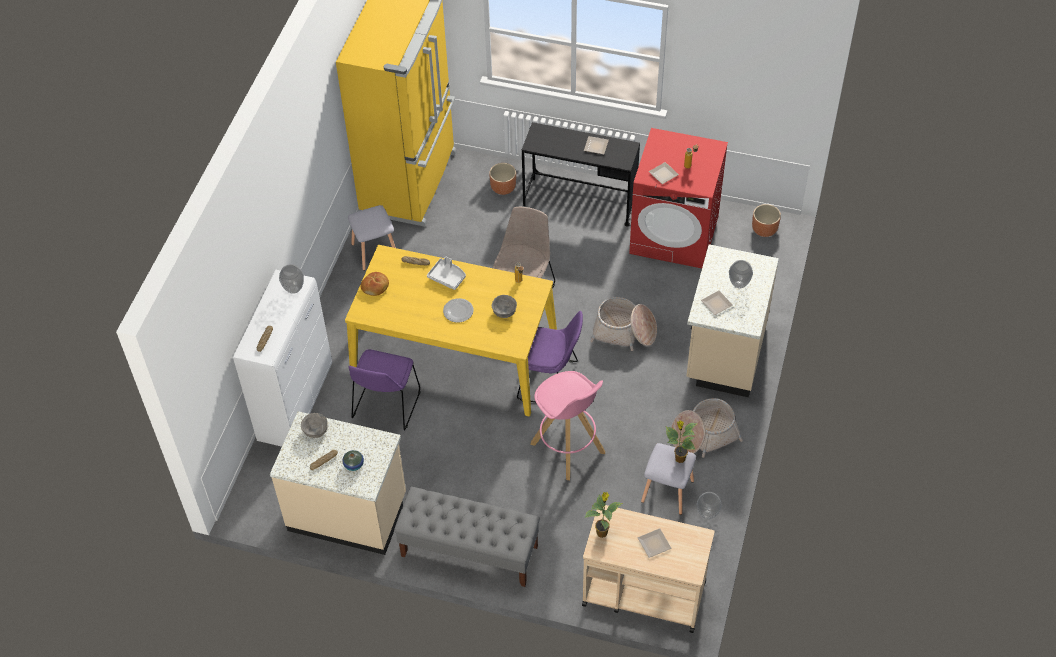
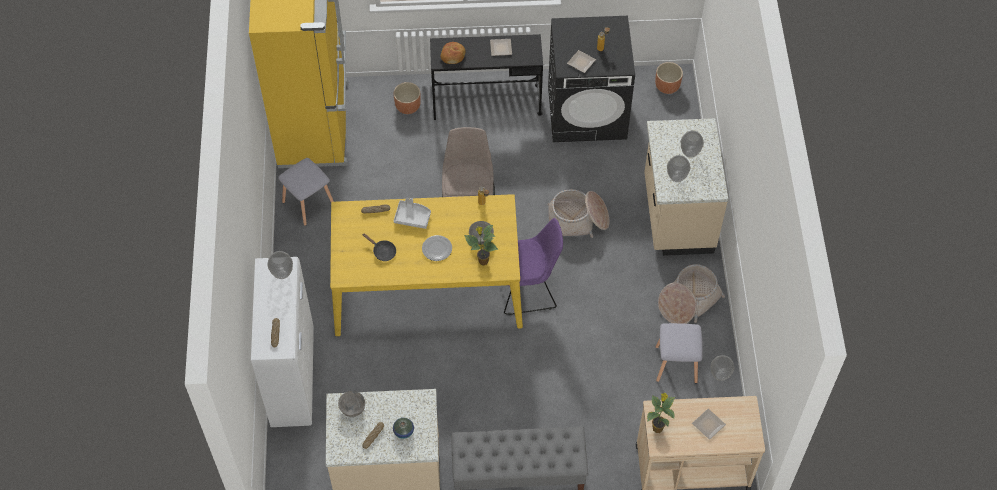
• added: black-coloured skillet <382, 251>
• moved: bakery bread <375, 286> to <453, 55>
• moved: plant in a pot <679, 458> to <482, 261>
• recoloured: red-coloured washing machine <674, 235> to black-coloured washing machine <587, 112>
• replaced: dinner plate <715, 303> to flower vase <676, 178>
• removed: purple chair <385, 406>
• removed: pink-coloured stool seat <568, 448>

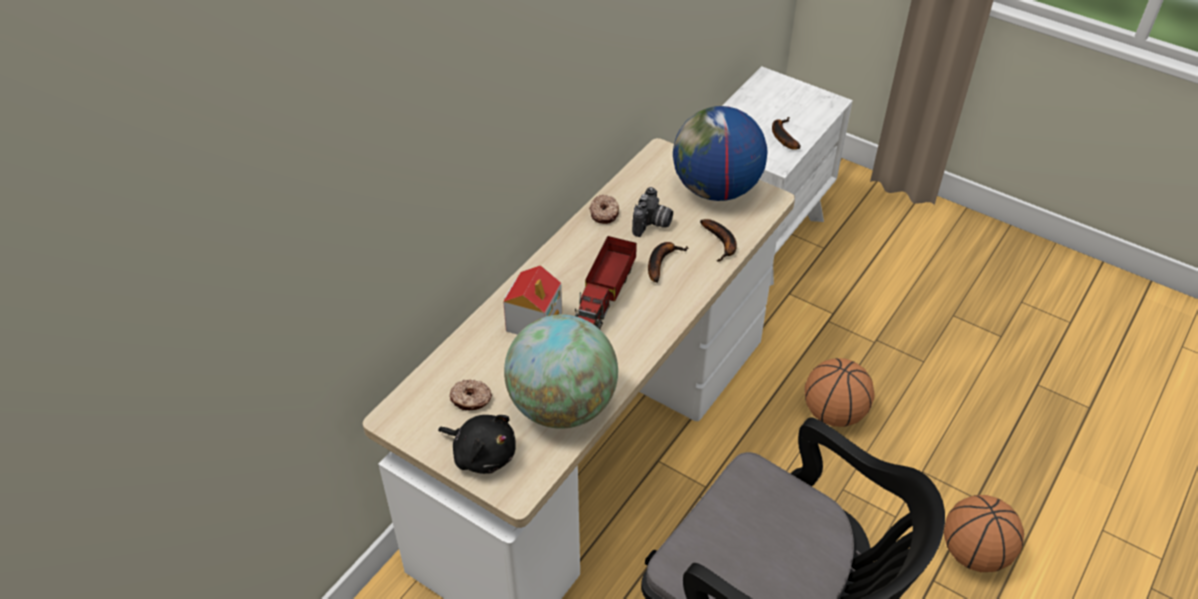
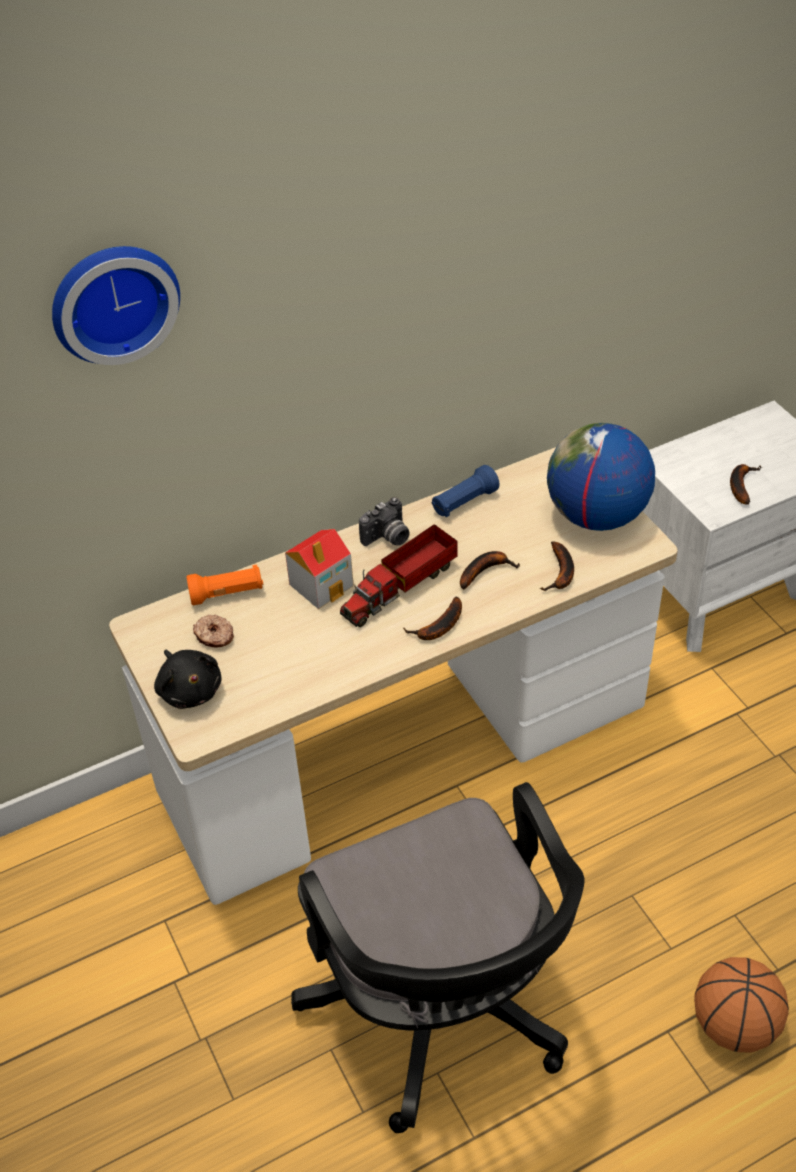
• added: clock on the wall <113, 300>
• added: orange-coloured flashlight <227, 594>
• moved: still camera <652, 224> to <387, 538>
• added: whole banana <438, 627>
• replaced: doughnut <604, 213> to blue flashlight <464, 502>
• removed: desk globe <562, 406>
• removed: ball for basketball <833, 413>

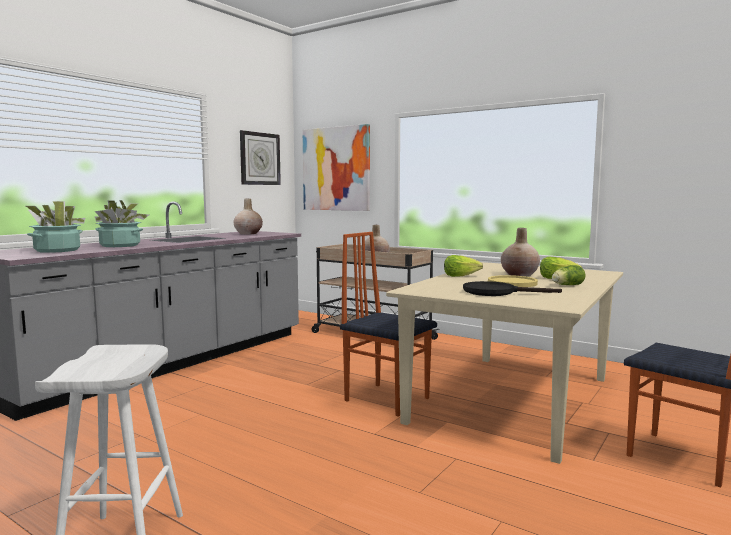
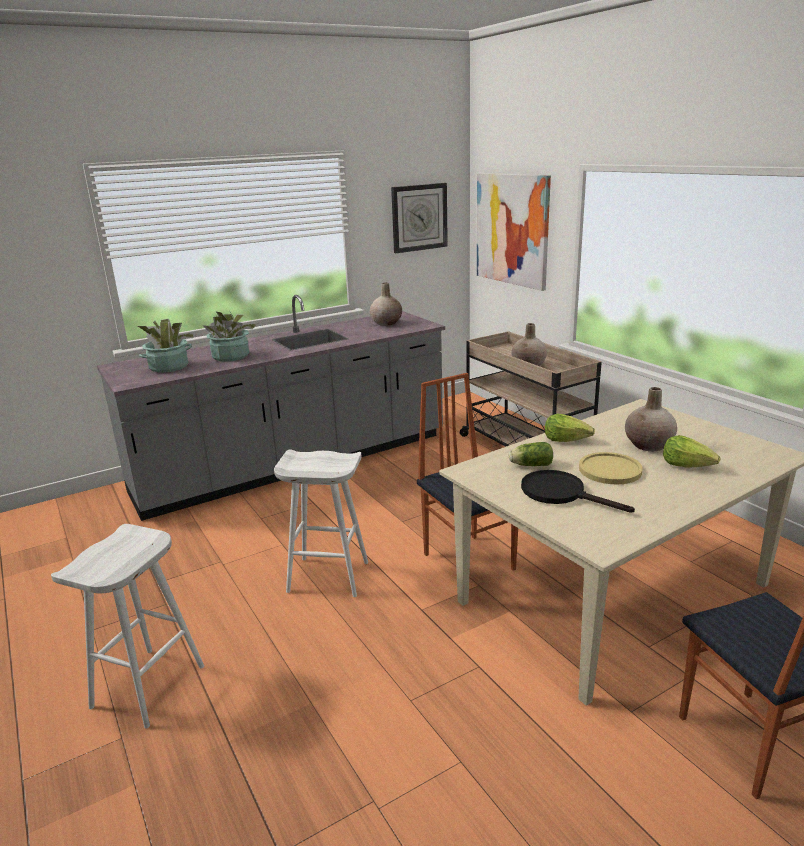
• added: white stool seat <327, 577>
• moved: lettuce <566, 285> to <530, 465>

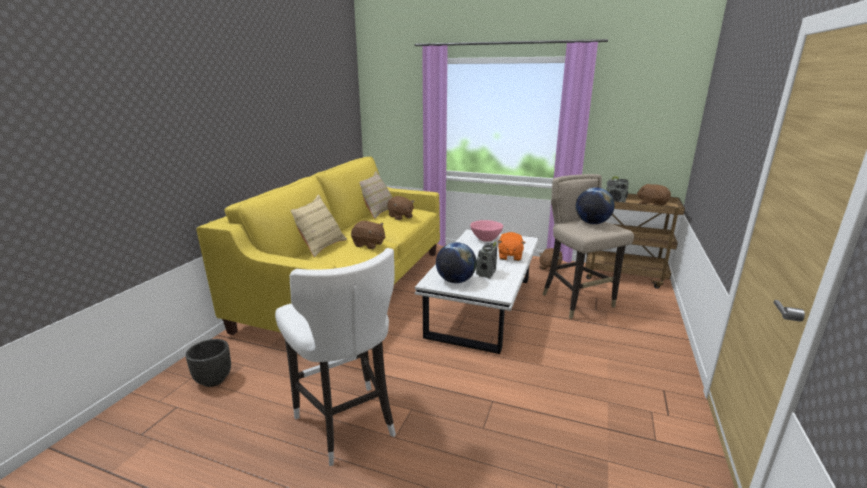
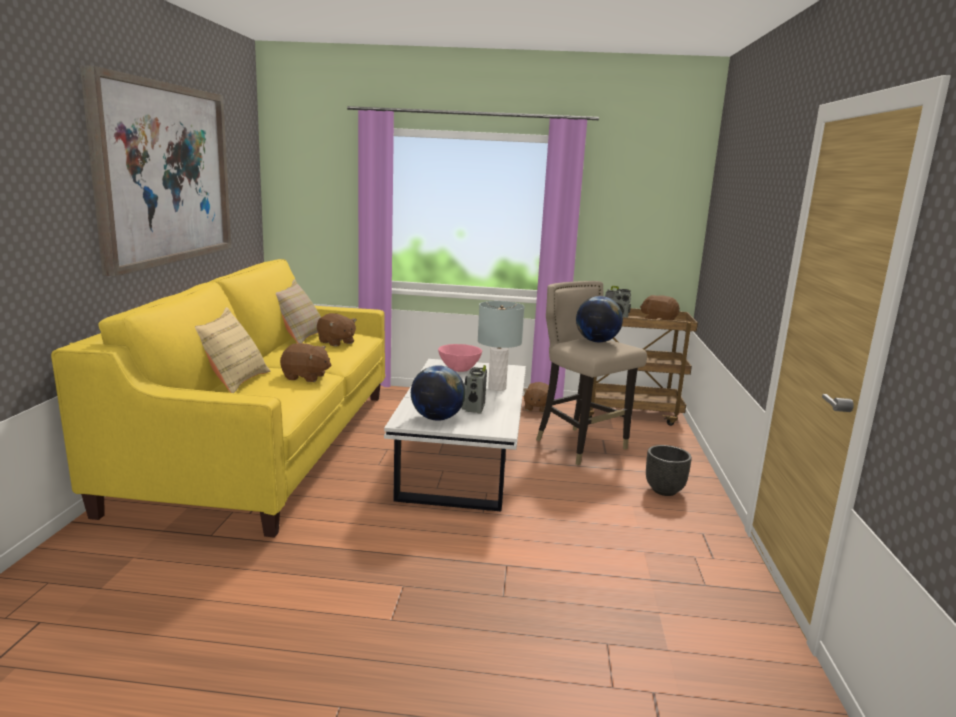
• added: wall art <164, 174>
• replaced: orange-coloured soft toy <509, 256> to grey tabletop lamp <497, 388>
• moved: black-coloured flower pot <214, 380> to <665, 491>
• removed: white stool seat <346, 423>

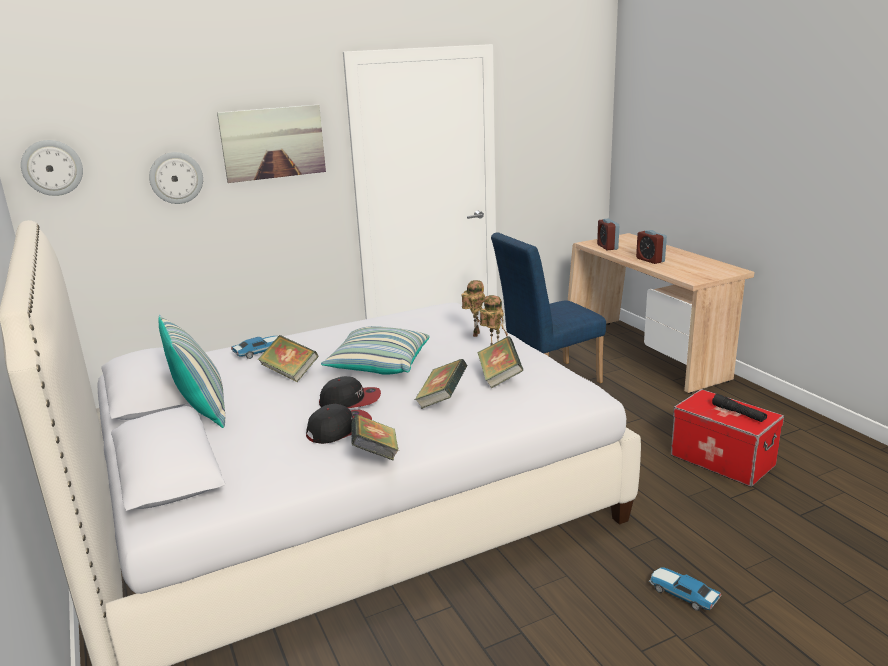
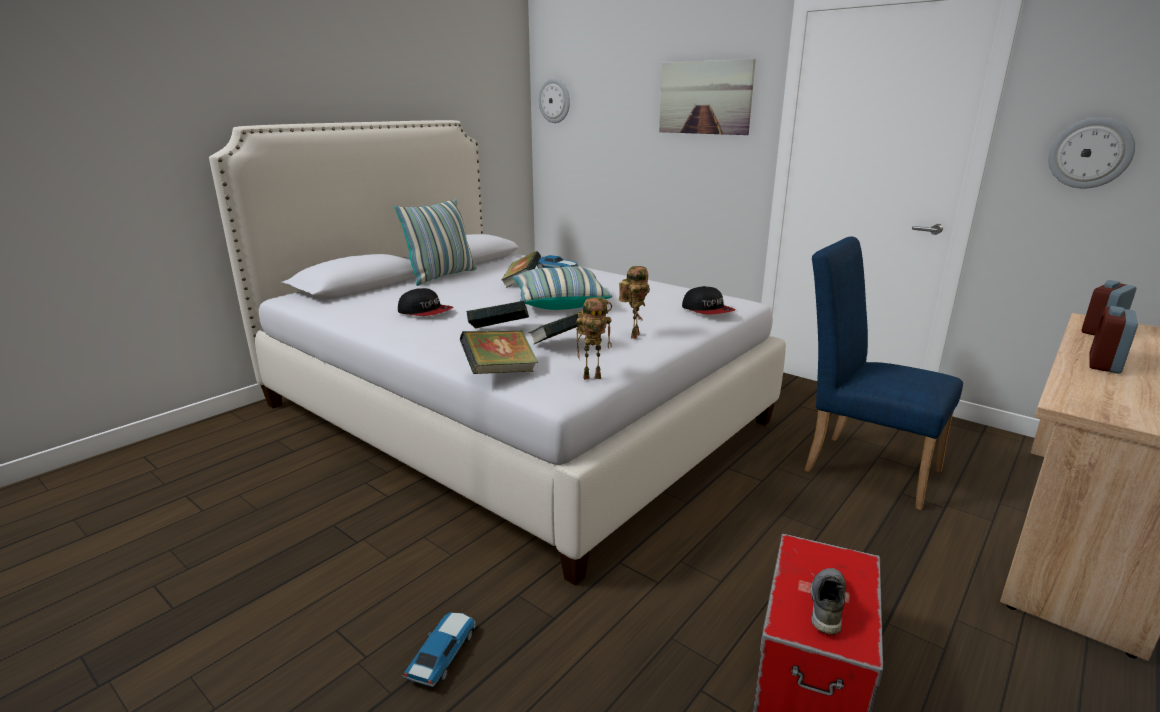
• moved: volume <375, 455> to <500, 372>
• moved: robot figure <475, 334> to <593, 377>
• moved: peaked cap <350, 400> to <707, 310>
• replaced: black-coloured flashlight <738, 413> to grey item of footwear <825, 605>
• moved: clock on the wall <176, 178> to <1090, 153>

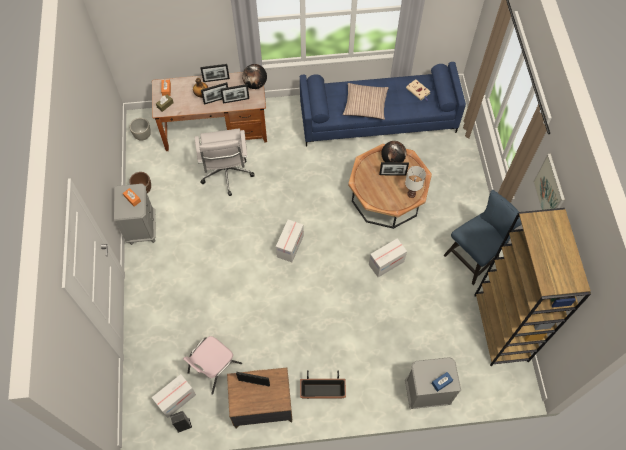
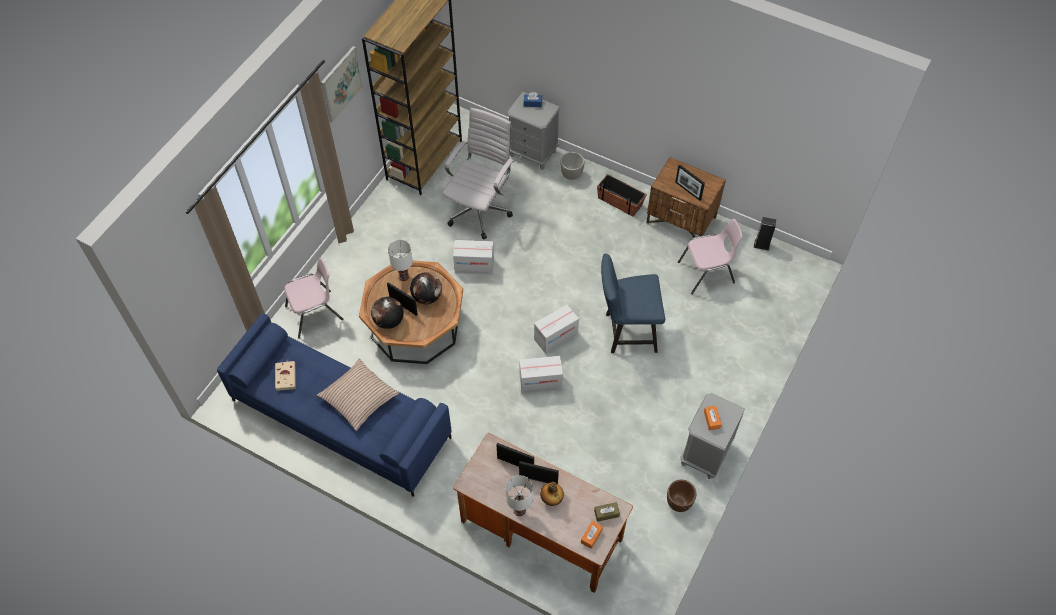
• added: pink-coloured chair <315, 313>
• moved: desk globe <255, 84> to <427, 297>
• moved: white desk chair <227, 175> to <480, 210>
• replaced: picture frame <216, 80> to white tabletop lamp <519, 510>
• moved: packing box <176, 399> to <540, 382>
• moved: grey flower pot <143, 136> to <571, 174>
• moved: blue chair <474, 257> to <626, 332>

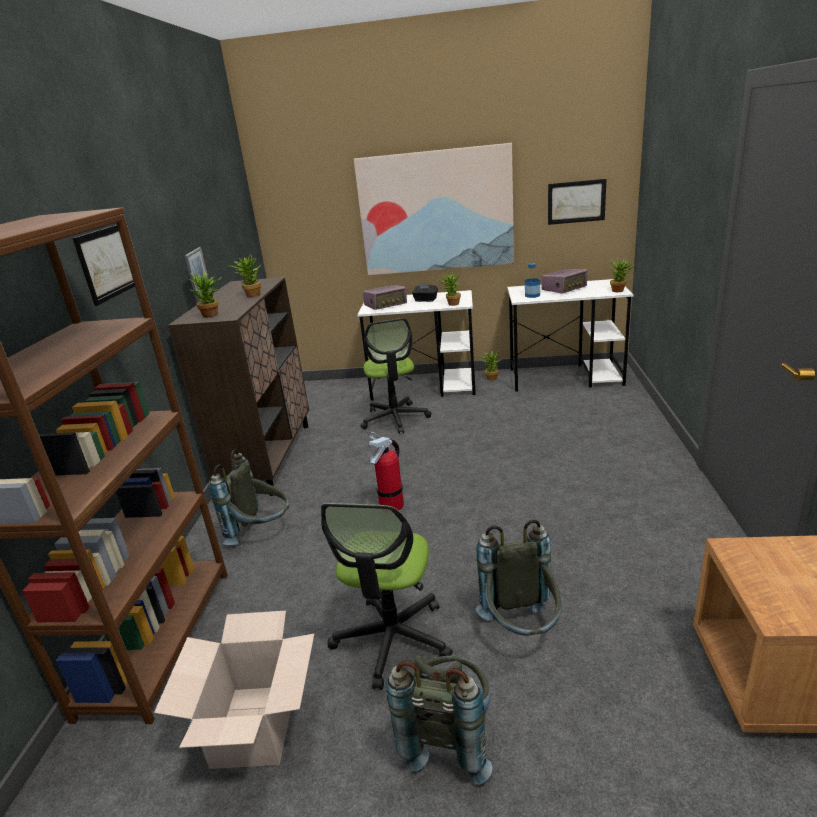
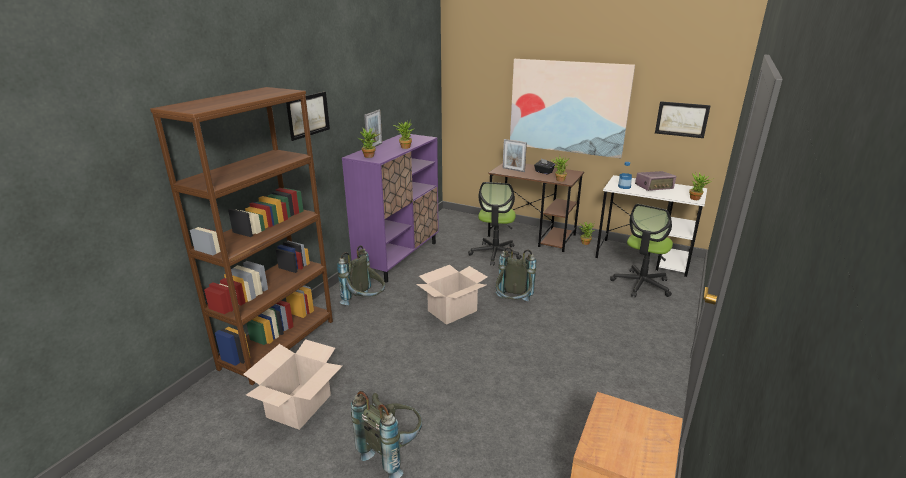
• recoloured: brownish cupboard <269, 458> to purple cupboard <398, 257>
• replaced: extinguisher <391, 505> to packing box <452, 311>
• recoloured: white desk unit <425, 386> to brownish desk unit <532, 236>
• moved: grey rucksack <522, 630> to <513, 305>
• replaced: radio set <386, 305> to picture frame <513, 170>
• moved: desk chair <392, 639> to <641, 285>

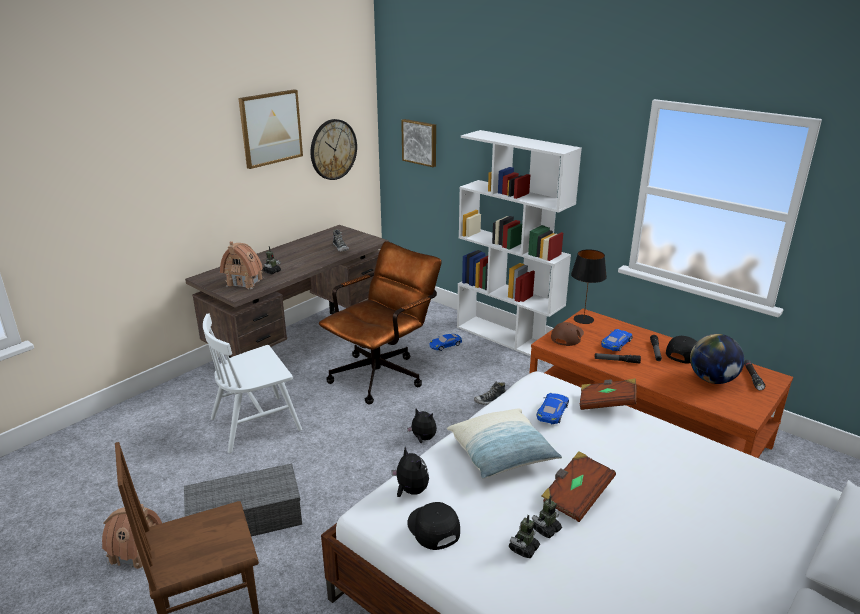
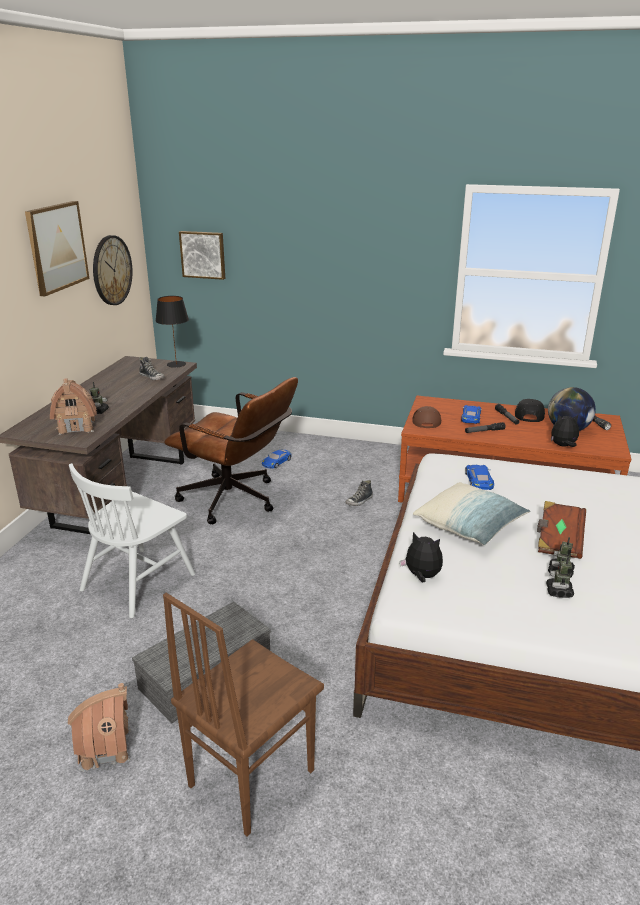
• moved: black-coloured tabletop lamp <584, 319> to <176, 364>
• turned: brownish desk chair <383, 373> = <236, 501> 105 degrees clockwise
• moved: soft toy <423, 439> to <563, 446>
• removed: black-coloured peaked cap <432, 528>
• removed: white bookshelf <508, 338>
• removed: brownish volume <606, 404>

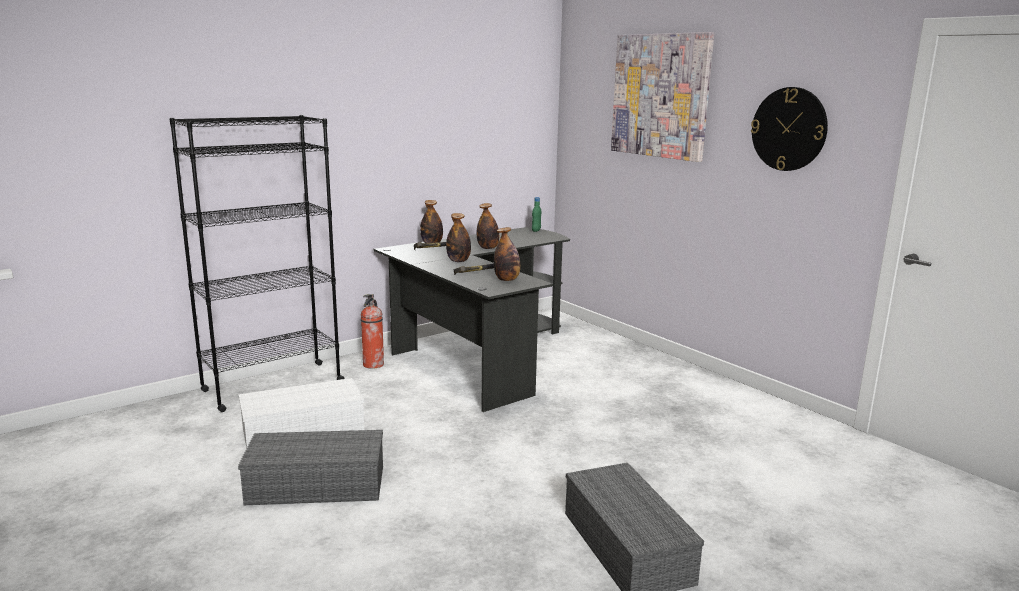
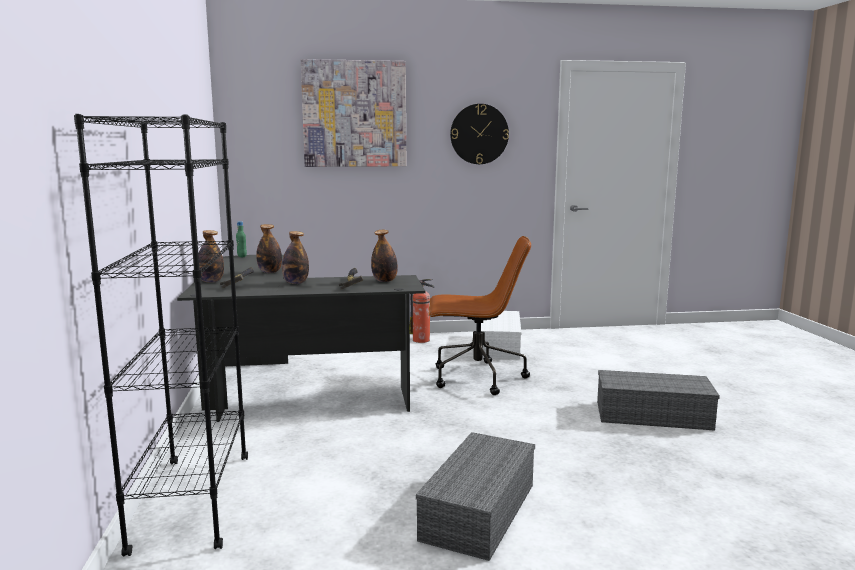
• moved: extinguisher <373, 365> to <422, 340>
• added: brownish desk chair <476, 378>
• moved: white storage bin <305, 430> to <498, 345>

